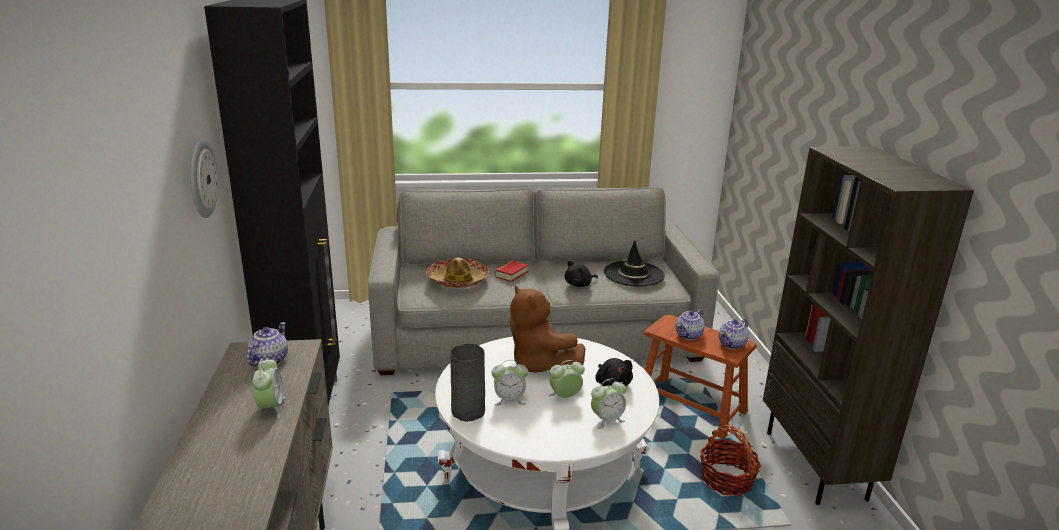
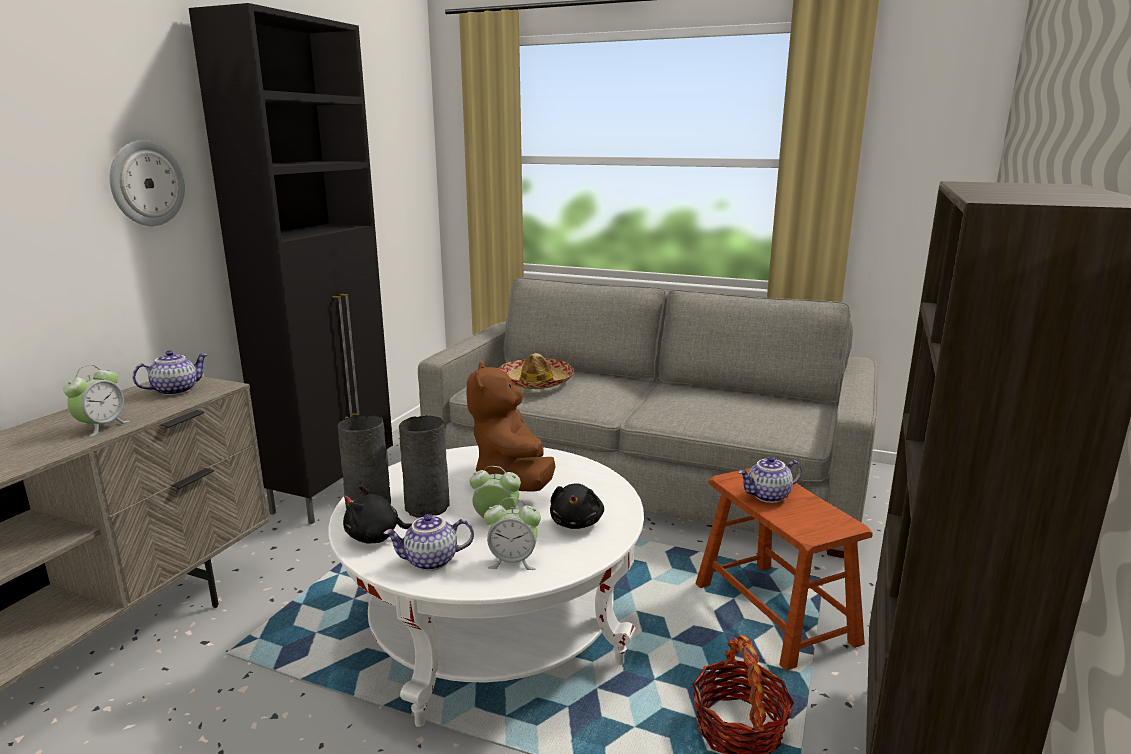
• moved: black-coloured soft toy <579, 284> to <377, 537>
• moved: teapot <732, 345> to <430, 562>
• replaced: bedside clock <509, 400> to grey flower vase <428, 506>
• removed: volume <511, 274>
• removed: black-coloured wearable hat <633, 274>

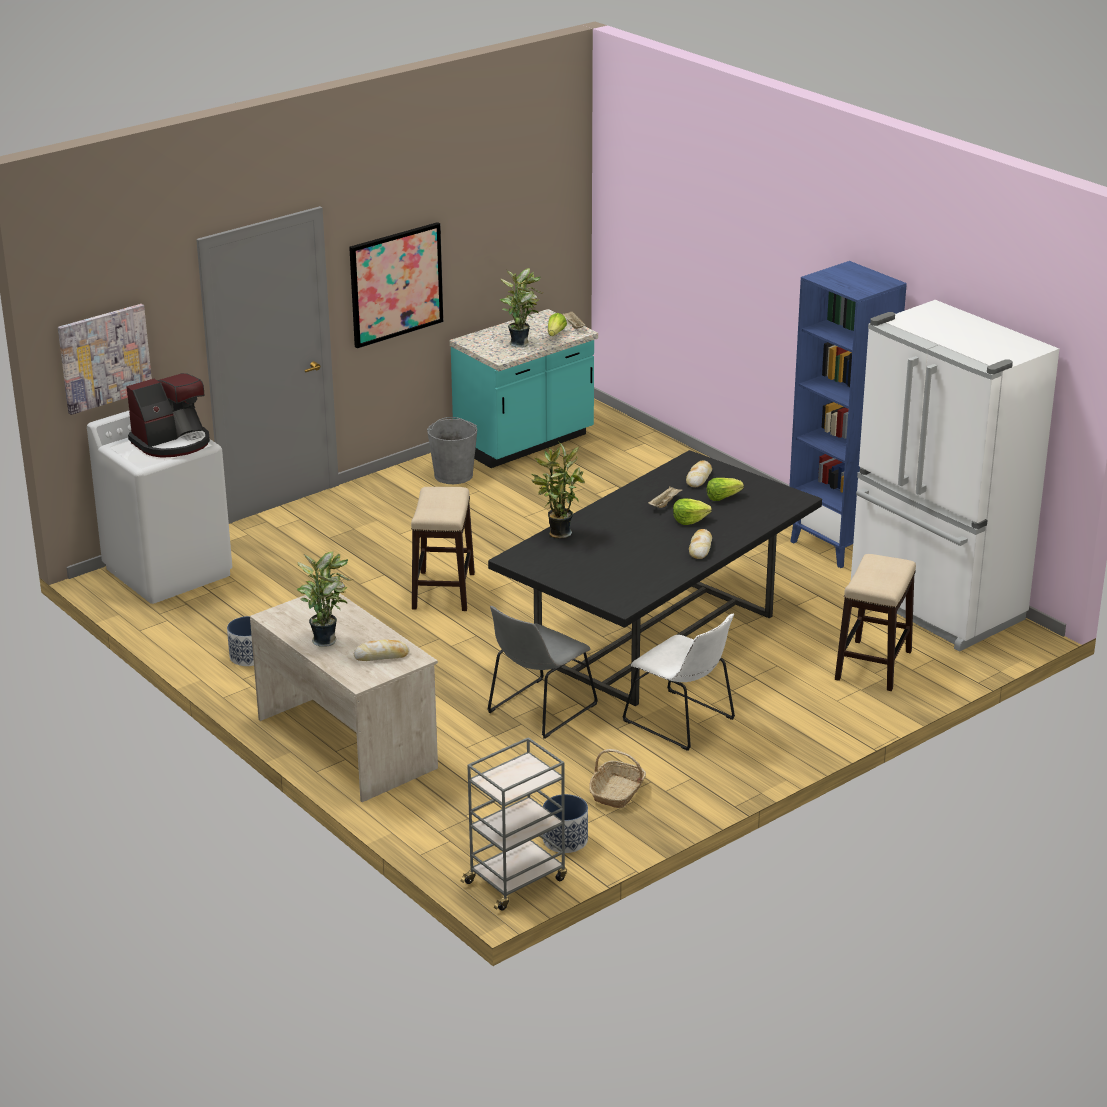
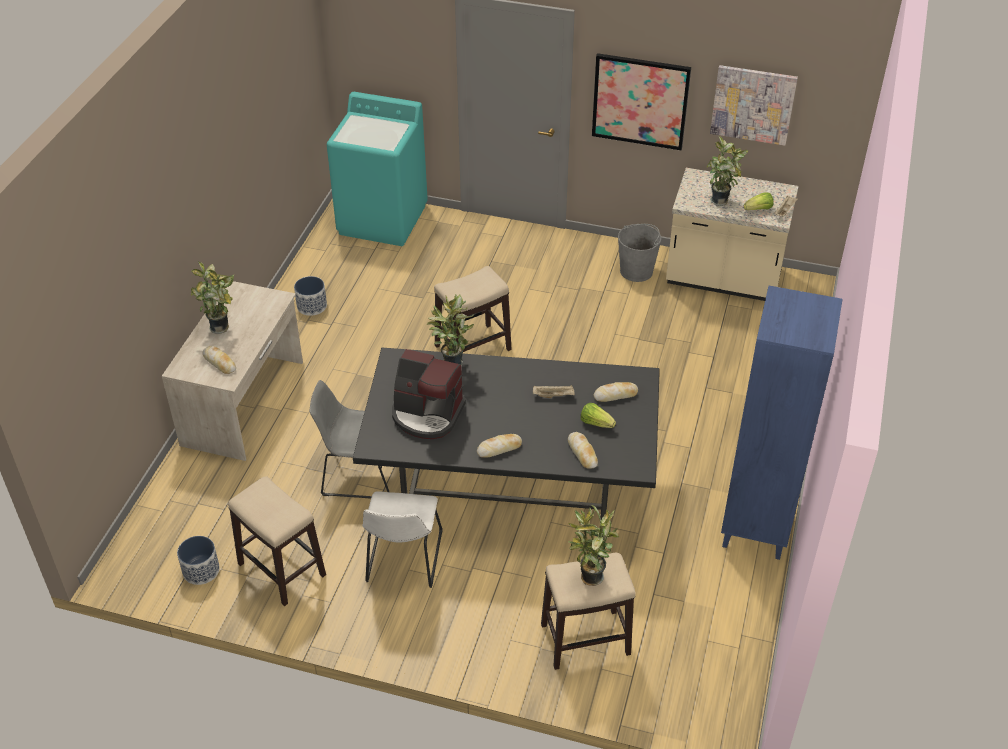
• replaced: basket <617, 792> to stool seat <281, 569>
• recoloured: white washing machine <169, 571> to blue-green washing machine <383, 220>
• moved: coffee maker <172, 442> to <427, 414>
• added: plant in a pot <589, 577>
• added: bakery bread <582, 453>
• recoloured: blue-green kitchen base unit <525, 443> to beige-coloured kitchen base unit <723, 280>
• moved: wall art <104, 358> to <753, 104>
• removed: grey cart <516, 880>
• removed: lettuce <689, 520>
• removed: white kitchen fridge <934, 607>

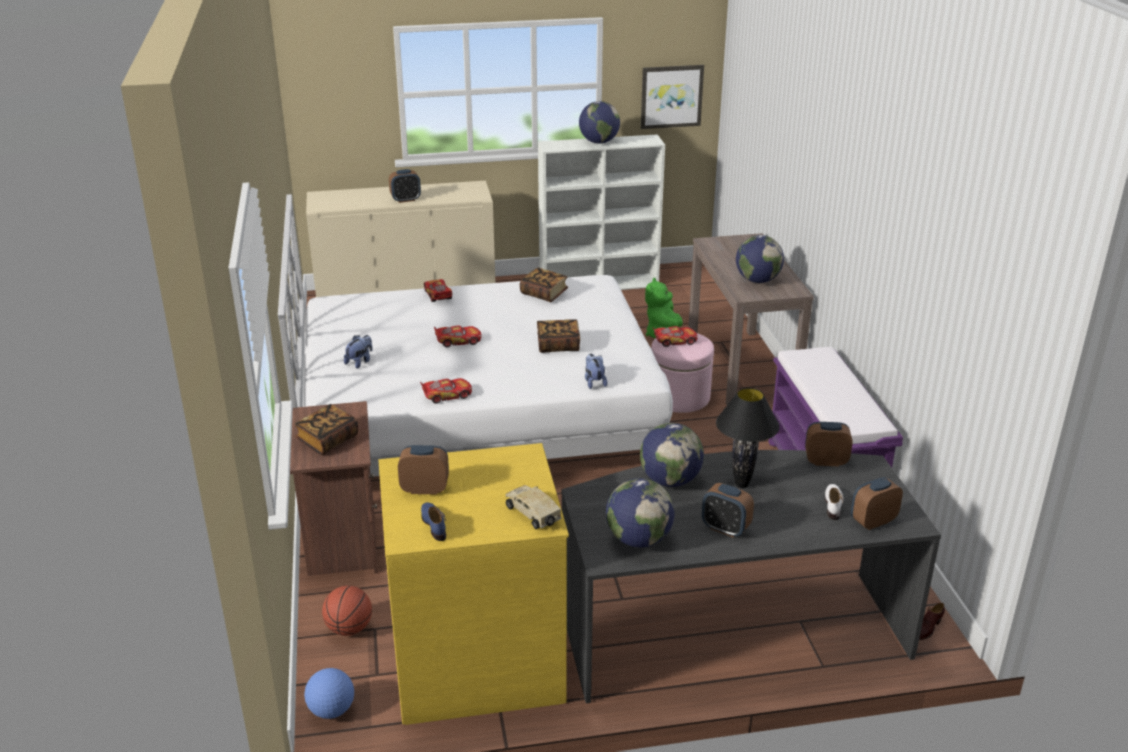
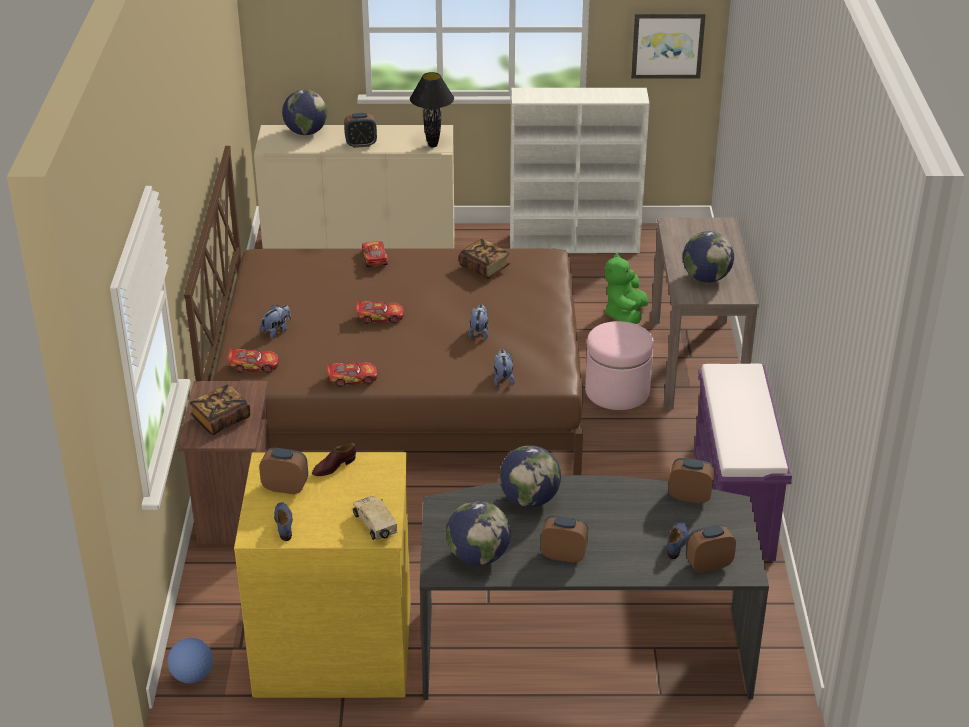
• recoloured: white sleeping bed <477, 417> to brownish sleeping bed <400, 392>
• moved: toy car <674, 341> to <254, 365>
• moved: desk globe <599, 142> to <306, 132>
• moved: brownish item of footwear <927, 628> to <334, 466>
• moved: black-coloured tabletop lamp <742, 485> to <433, 145>
• replaced: volume <558, 345> to soft toy <479, 332>
• turned: bedside clock <725, 528> = <563, 555> 150 degrees clockwise
• recoloured: white item of footwear <833, 504> to blue item of footwear <677, 543>
• removed: ball for basketball <349, 629>

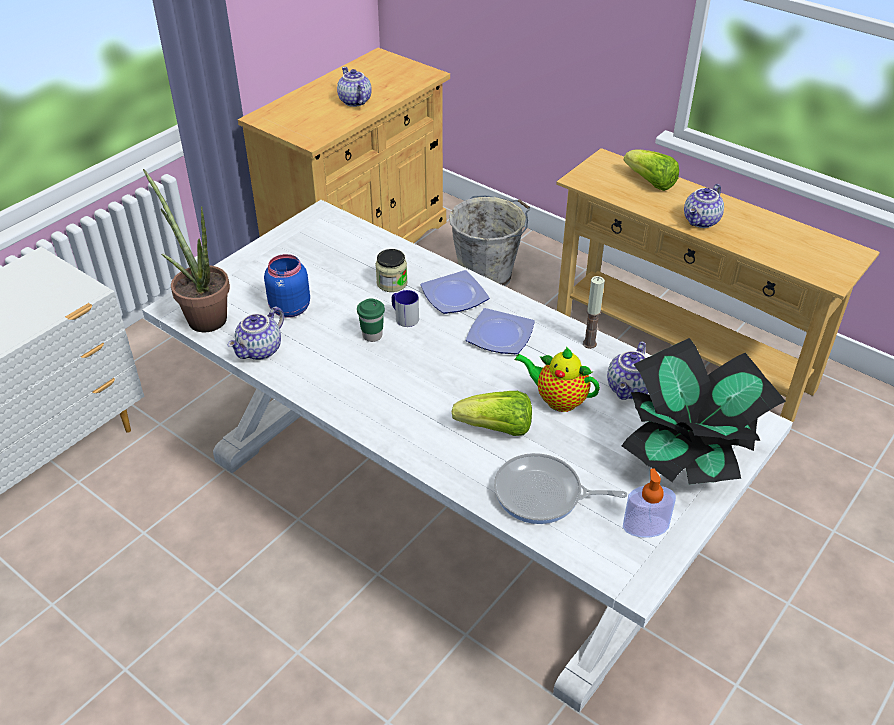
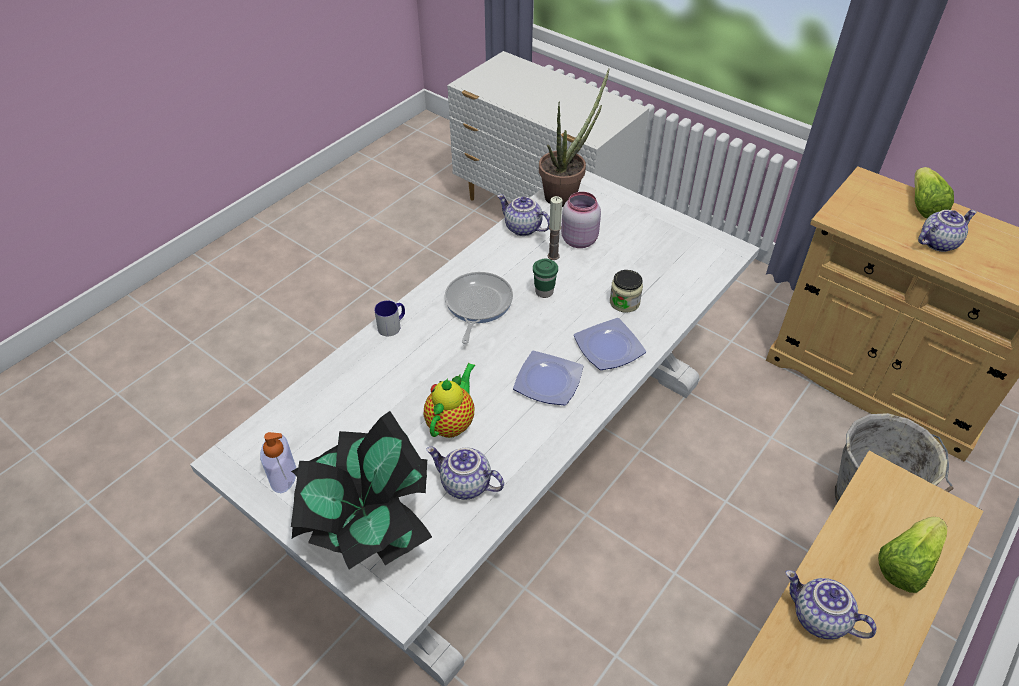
• moved: coffee mug <404, 317> to <392, 325>
• moved: skillet <543, 495> to <477, 305>
• moved: candle <589, 344> to <553, 256>
• recoloured: blue jar <288, 309> to pink-coloured jar <578, 239>
• moved: lettuce <496, 429> to <923, 206>

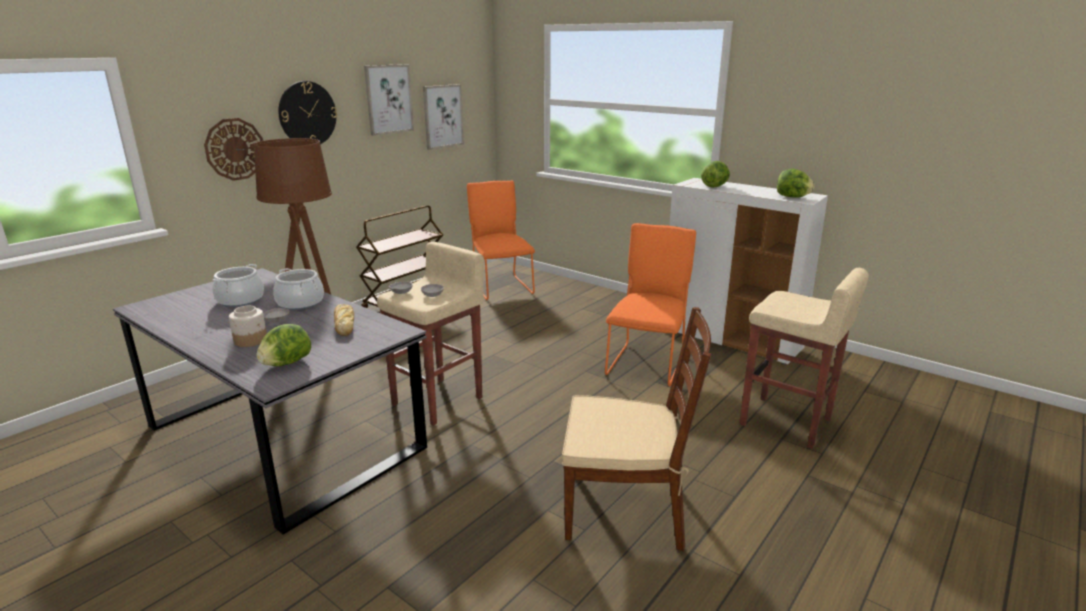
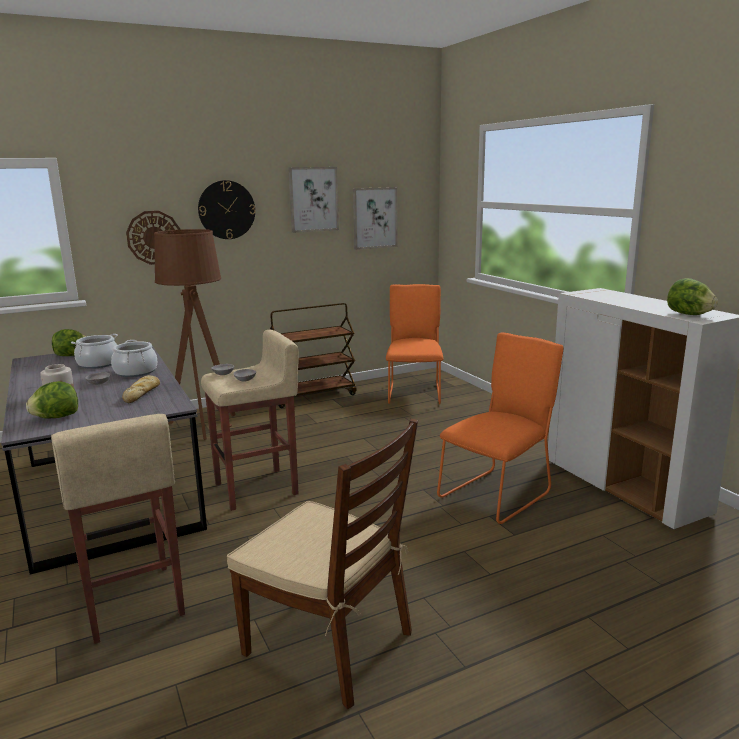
• moved: beige-coloured stool seat <786, 423> to <131, 603>
• moved: lettuce <714, 187> to <72, 355>

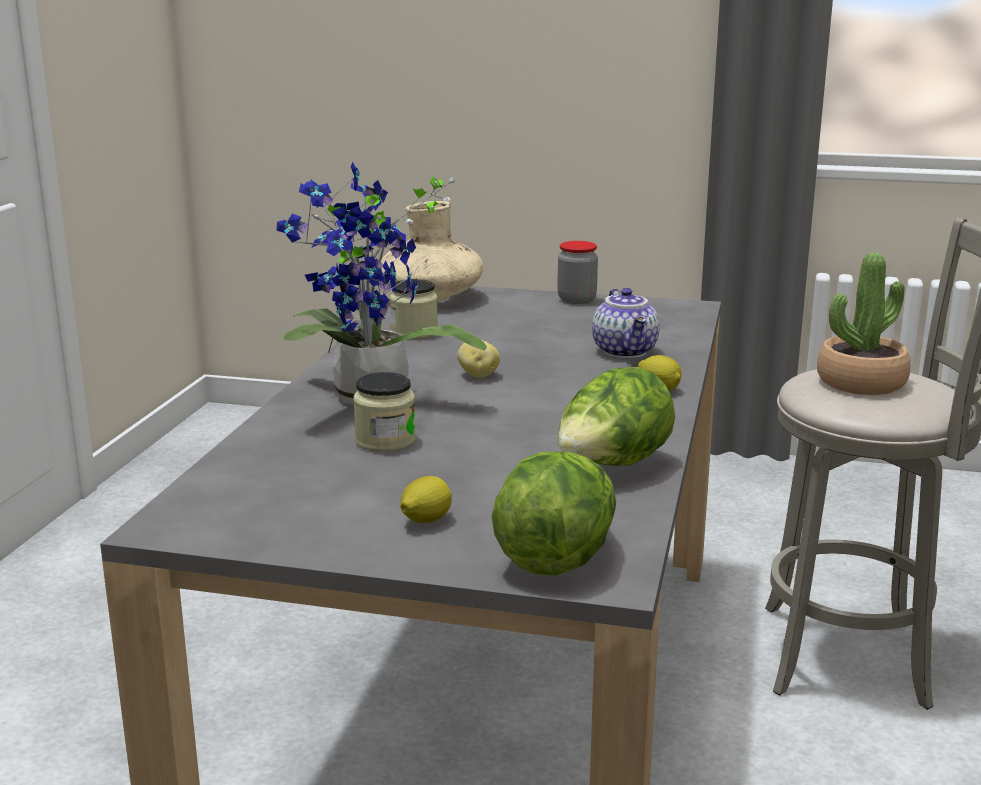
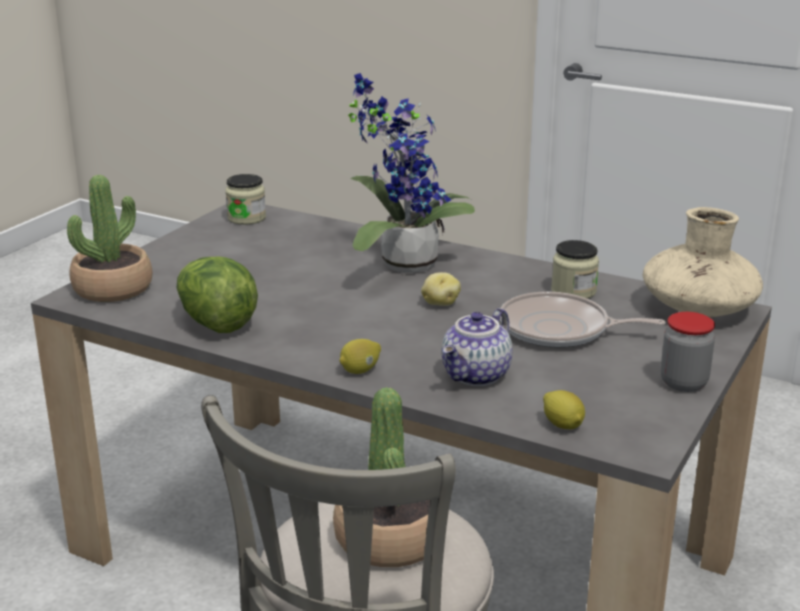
• replaced: lettuce <556, 555> to plant in a pot <113, 288>
• moved: jar <385, 441> to <246, 218>
• turned: teapot <626, 351> = <477, 376> 60 degrees counterclockwise
• added: skillet <559, 330>
• moved: lemon <425, 521> to <562, 425>

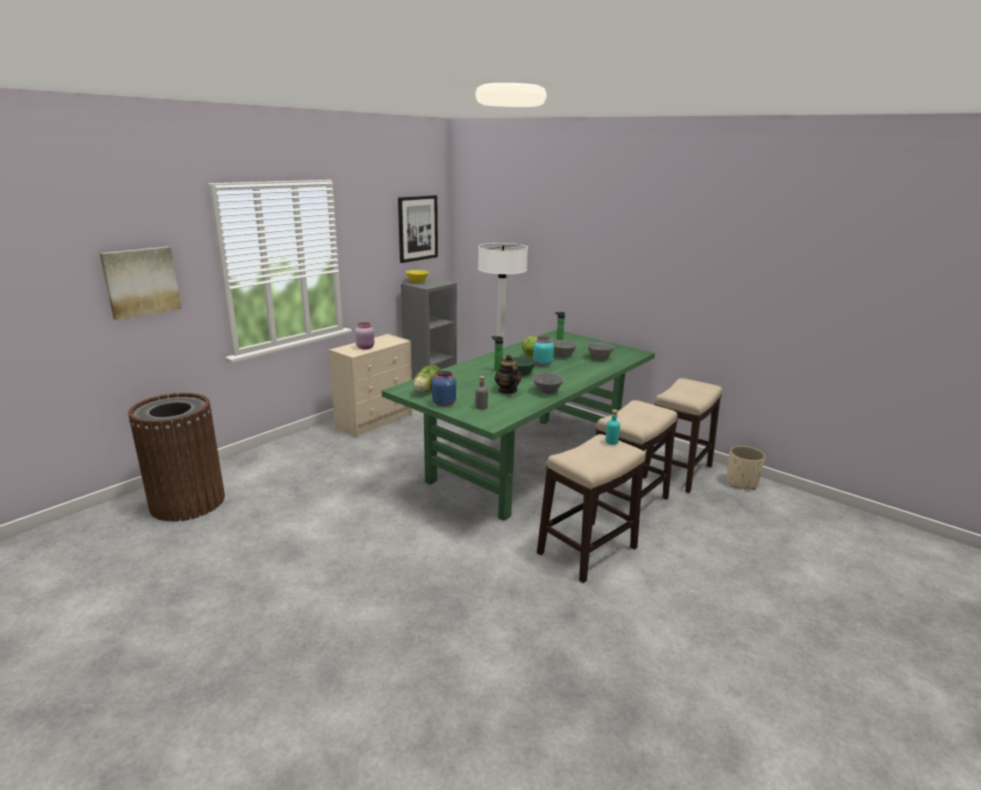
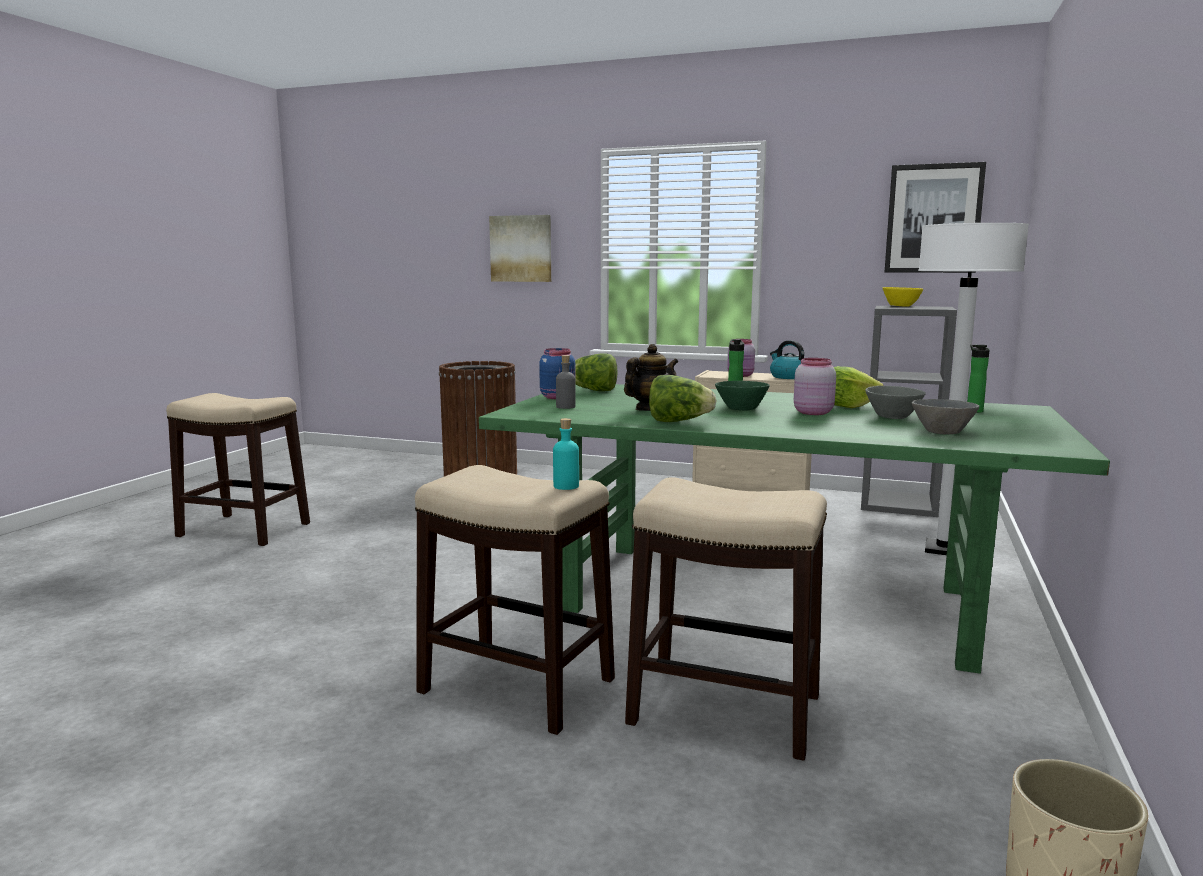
• moved: stool seat <677, 472> to <243, 529>
• replaced: grey bowl <546, 392> to lettuce <678, 421>
• added: tea kettle <788, 377>
• recoloured: blue-green jar <542, 364> to pink-coloured jar <812, 412>

